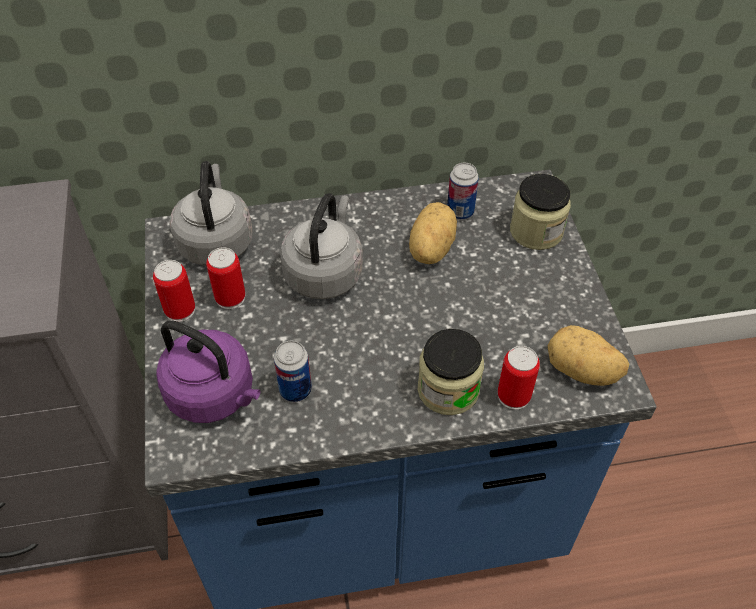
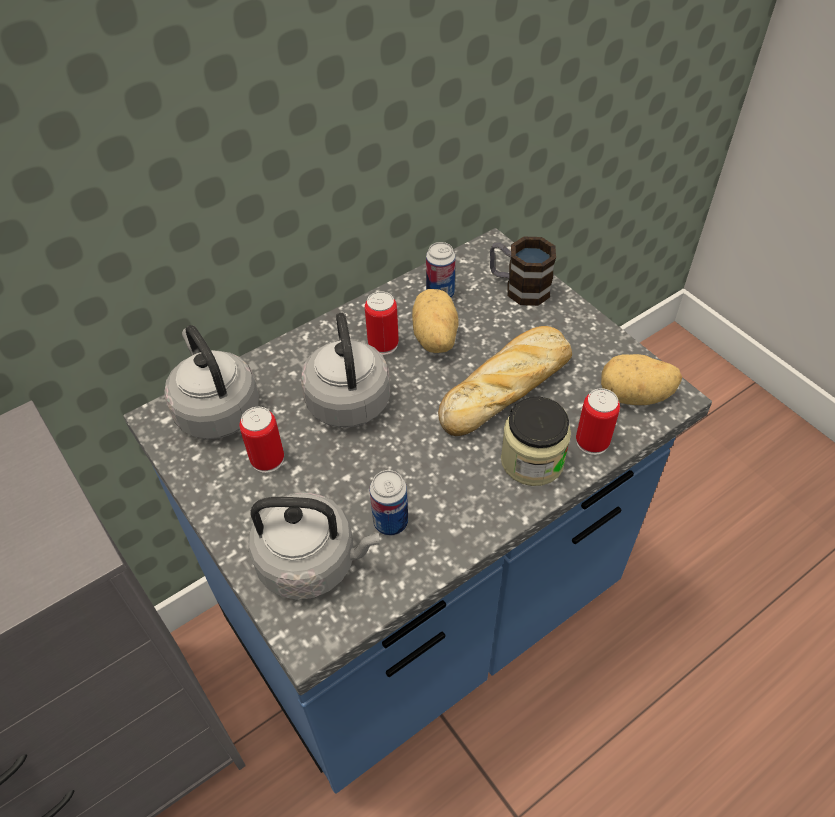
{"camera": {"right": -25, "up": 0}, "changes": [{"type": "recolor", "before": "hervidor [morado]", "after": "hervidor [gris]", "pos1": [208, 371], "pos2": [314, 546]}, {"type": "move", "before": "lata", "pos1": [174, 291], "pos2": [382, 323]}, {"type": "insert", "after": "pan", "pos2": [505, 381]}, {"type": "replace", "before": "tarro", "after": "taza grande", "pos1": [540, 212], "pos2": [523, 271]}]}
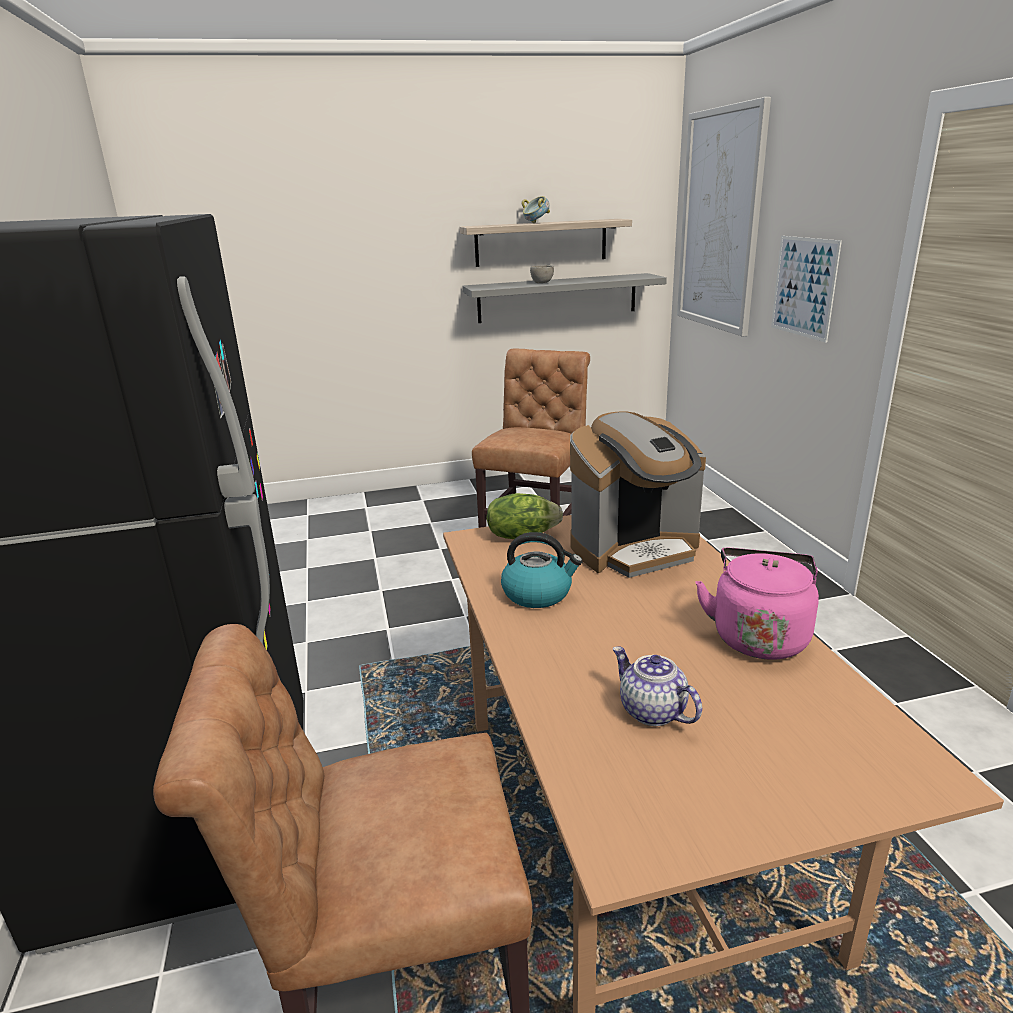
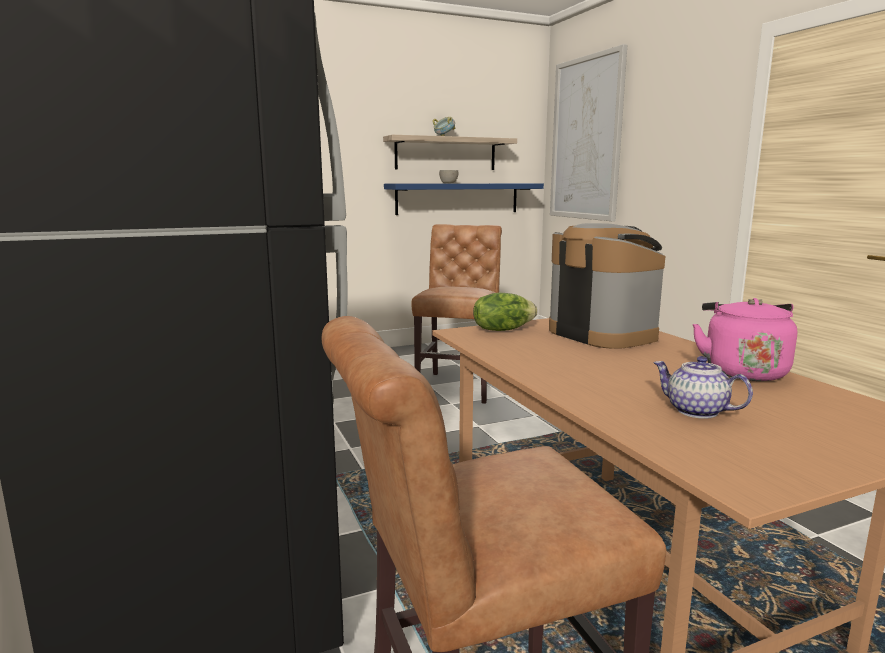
{"camera": {"right": -10, "up": -10}, "changes": [{"type": "recolor", "before": "estante [gris]", "after": "estante [azul]", "pos1": [564, 298], "pos2": [464, 199]}, {"type": "rotate", "before": "cafetera", "pos1": [638, 494], "pos2": [607, 286], "turn": -90}, {"type": "delete", "before": "hervidor", "pos1": [542, 570]}, {"type": "delete", "before": "cuadro", "pos1": [806, 289]}]}
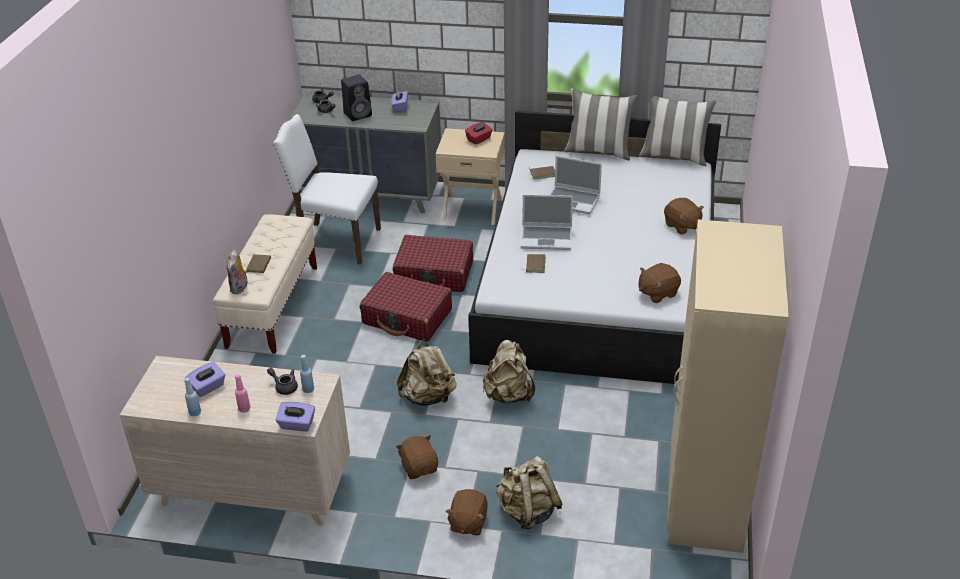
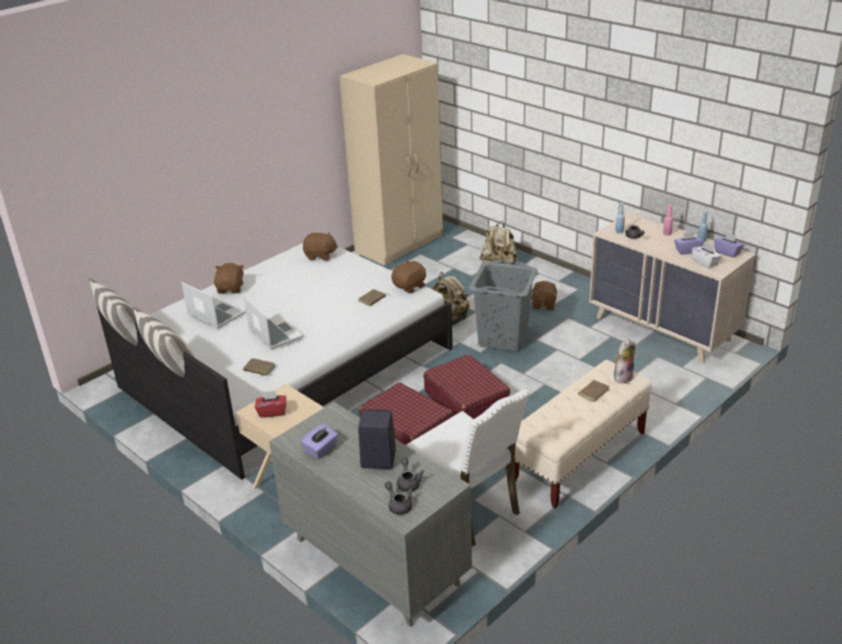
{"camera": {"right": -145, "up": -5}, "changes": [{"type": "move", "before": "portátil", "pos1": [547, 222], "pos2": [213, 305]}, {"type": "move", "before": "peluche [marrón]", "pos1": [466, 512], "pos2": [408, 276]}, {"type": "replace", "before": "mochila [beis]", "after": "cesto de la ropa [gris]", "pos1": [427, 372], "pos2": [503, 306]}, {"type": "insert", "after": "caja de pañuelos [blanco]", "pos2": [707, 255]}, {"type": "move", "before": "caja de pañuelos [morado]", "pos1": [295, 416], "pos2": [729, 245]}]}
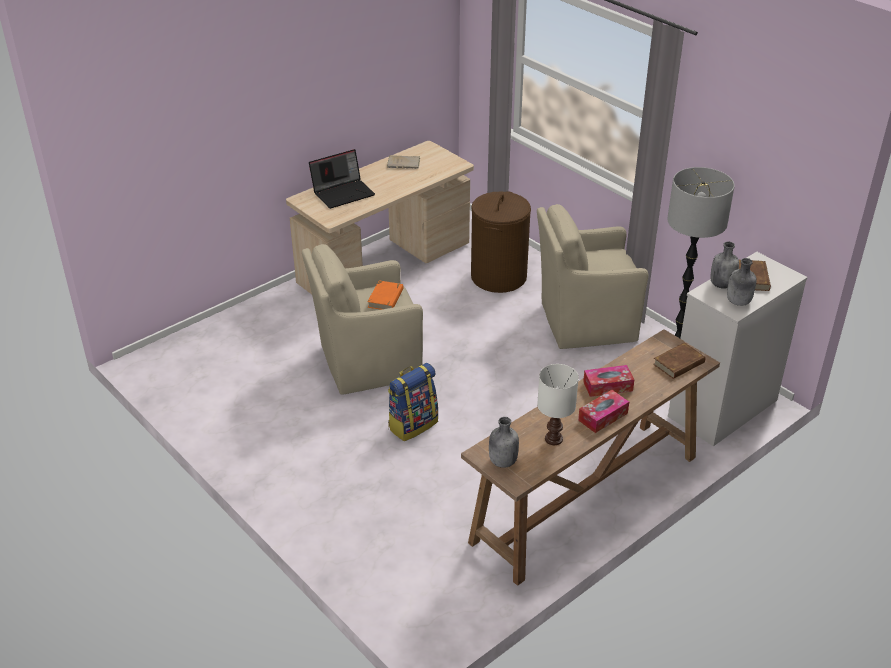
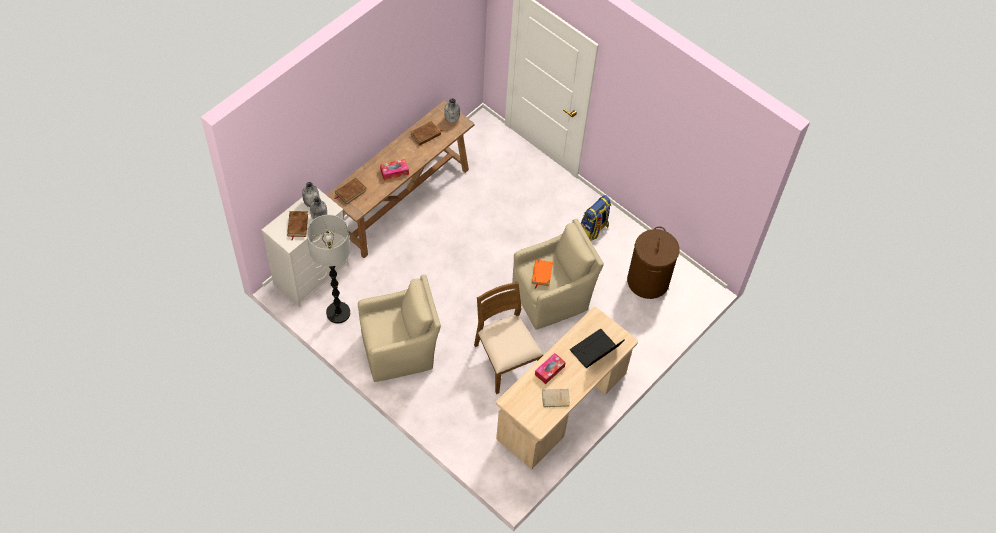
{"camera": {"right": 170, "up": 20}, "changes": [{"type": "replace", "before": "lámpara de mesa [blanco]", "after": "libro [marrón]", "pos1": [558, 404], "pos2": [426, 133]}, {"type": "insert", "after": "silla [marrón]", "pos2": [509, 338]}, {"type": "move", "before": "caja de pañuelos", "pos1": [603, 411], "pos2": [550, 368]}, {"type": "move", "before": "mochila", "pos1": [413, 402], "pos2": [596, 218]}, {"type": "move", "before": "cesto de la ropa [marrón]", "pos1": [501, 242], "pos2": [653, 262]}]}
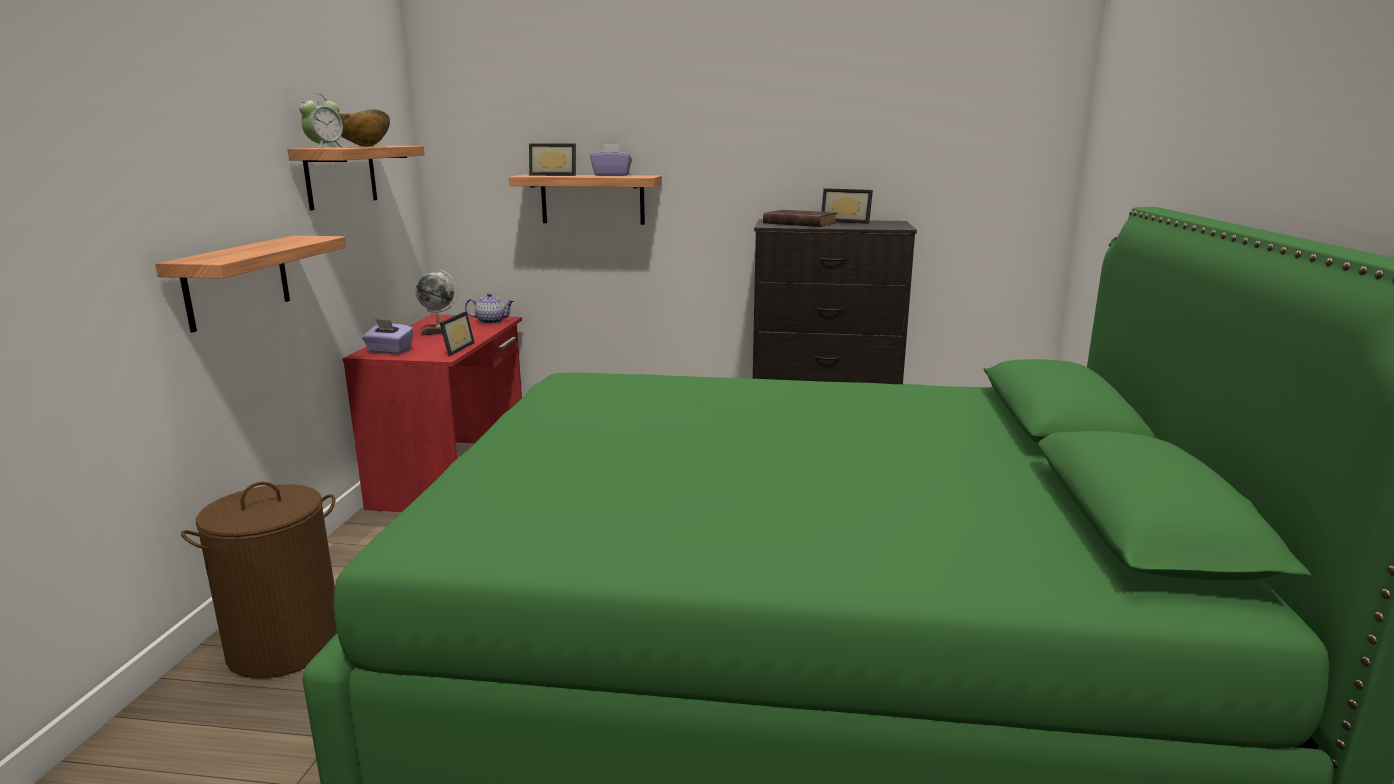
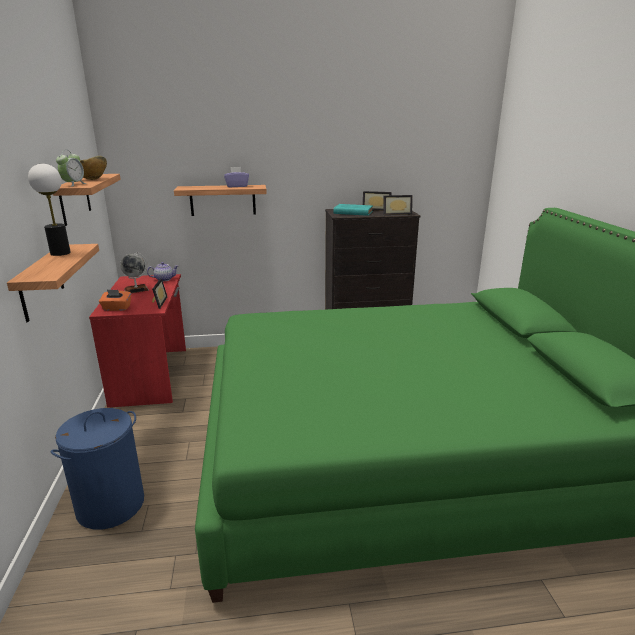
{"camera": {"right": -15, "up": 5}, "changes": [{"type": "insert", "after": "lámpara de mesa", "pos2": [49, 209]}, {"type": "recolor", "before": "cesto de la ropa [marrón]", "after": "cesto de la ropa [azul]", "pos1": [259, 580], "pos2": [97, 469]}, {"type": "recolor", "before": "caja de pañuelos [morado]", "after": "caja de pañuelos [naranja]", "pos1": [388, 336], "pos2": [115, 300]}, {"type": "recolor", "before": "libro [marrón]", "after": "libro [turquesa]", "pos1": [800, 218], "pos2": [353, 210]}, {"type": "move", "before": "portarretratos", "pos1": [552, 159], "pos2": [398, 205]}]}
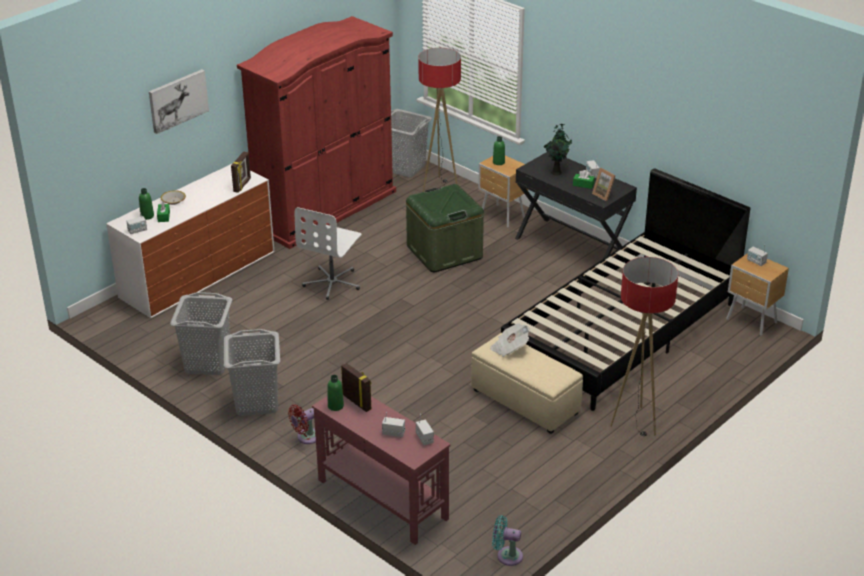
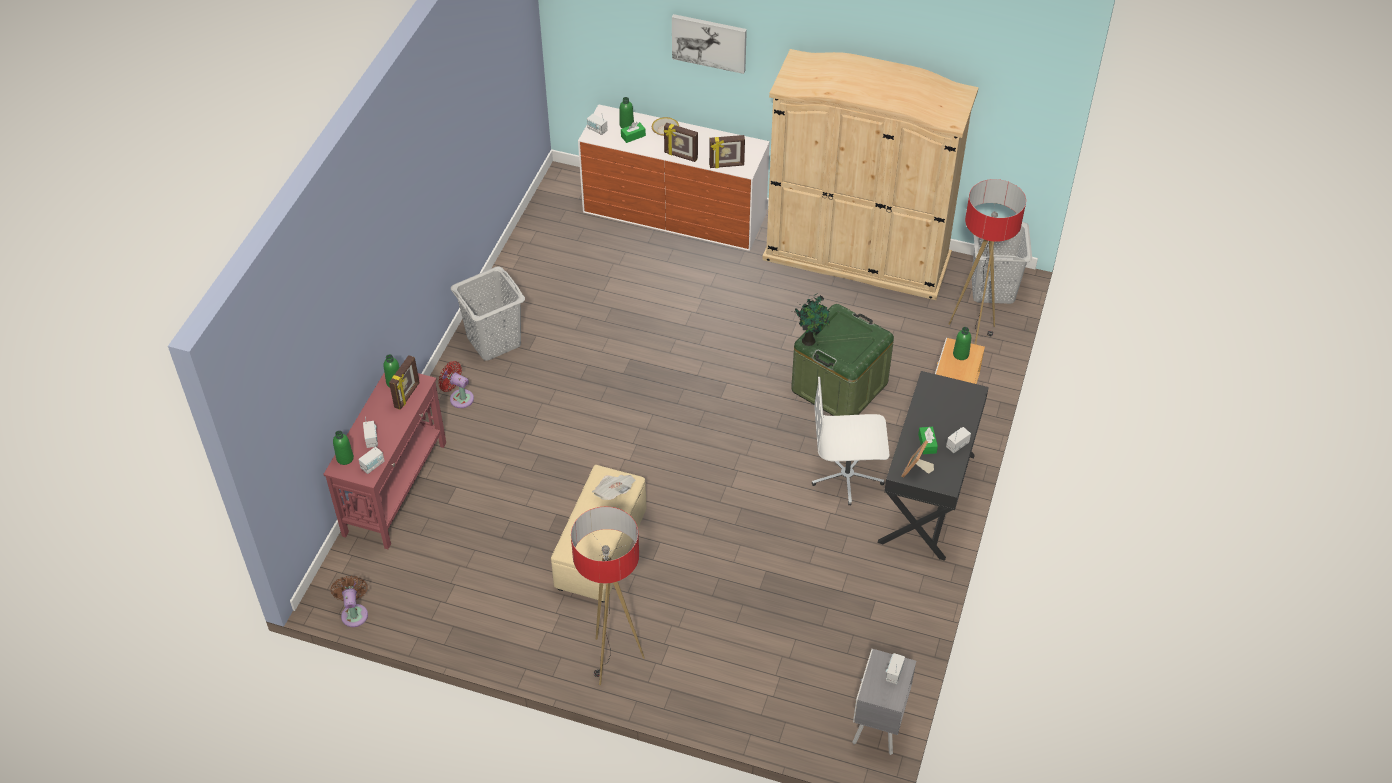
{"camera": {"right": 65, "up": 15}, "changes": [{"type": "recolor", "before": "ventilador [turquesa]", "after": "ventilador [marrón]", "pos1": [507, 540], "pos2": [349, 601]}, {"type": "insert", "after": "botella [verde]", "pos2": [343, 448]}, {"type": "insert", "after": "portarretratos", "pos2": [681, 142]}, {"type": "recolor", "before": "armario ropero [rojo]", "after": "armario ropero [beis]", "pos1": [316, 132], "pos2": [870, 174]}, {"type": "move", "before": "planta en maceta", "pos1": [558, 149], "pos2": [812, 319]}, {"type": "move", "before": "silla de oficina [blanco]", "pos1": [328, 253], "pos2": [850, 441]}, {"type": "recolor", "before": "mesita de noche [marrón]", "after": "mesita de noche [gris]", "pos1": [757, 294], "pos2": [884, 702]}, {"type": "delete", "before": "cesto de la ropa [gris]", "pos1": [201, 333]}, {"type": "delete", "before": "cama [negro]", "pos1": [625, 289]}]}
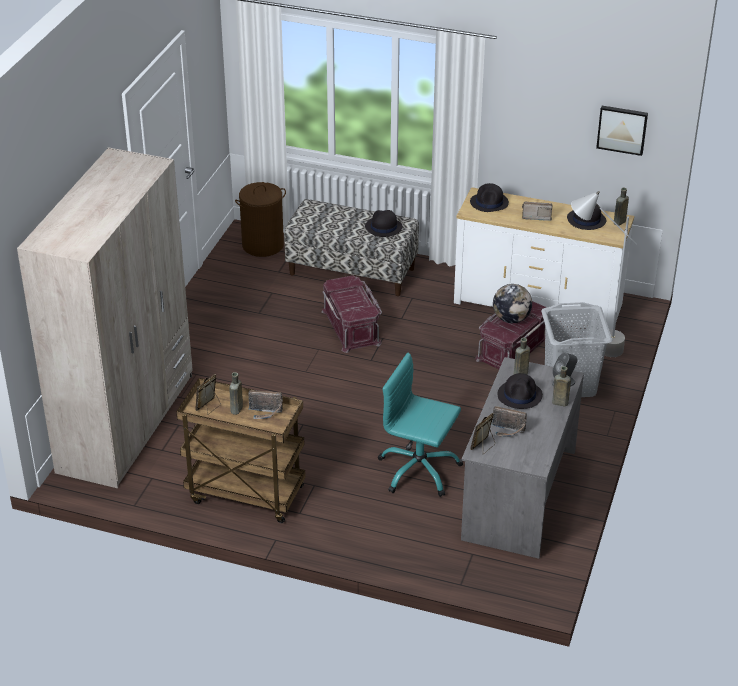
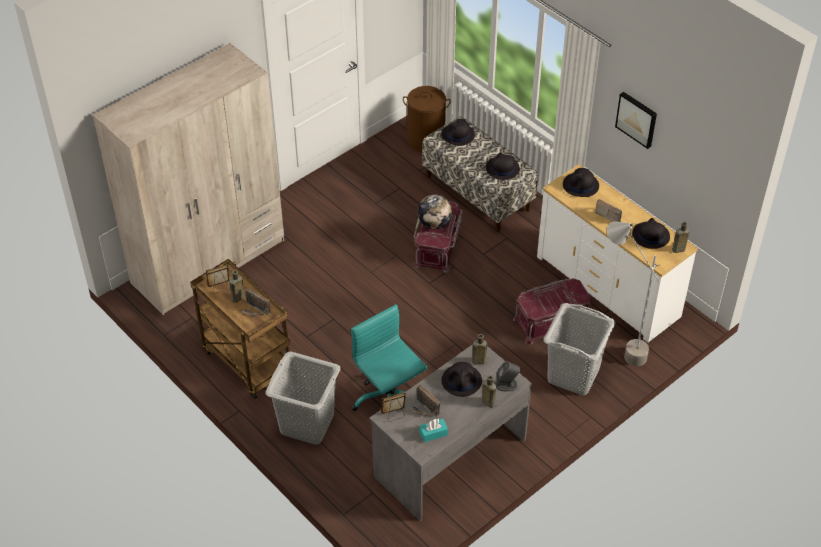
{"camera": {"right": 30, "up": 10}, "changes": [{"type": "insert", "after": "cesto de la ropa [gris]", "pos2": [302, 398]}, {"type": "move", "before": "globo terráqueo", "pos1": [512, 303], "pos2": [434, 211]}, {"type": "insert", "after": "caja de pañuelos [turquesa]", "pos2": [433, 430]}, {"type": "insert", "after": "sombrero [negro]", "pos2": [458, 132]}, {"type": "move", "before": "cuadro", "pos1": [622, 131], "pos2": [636, 120]}]}
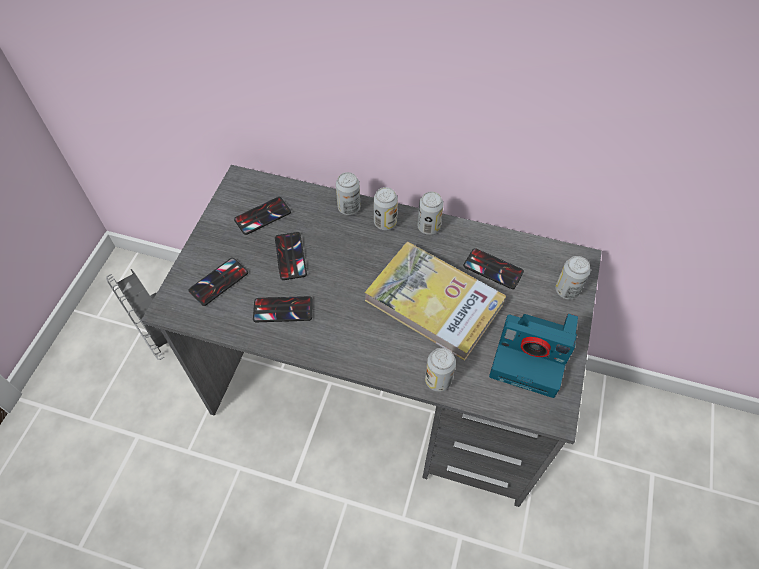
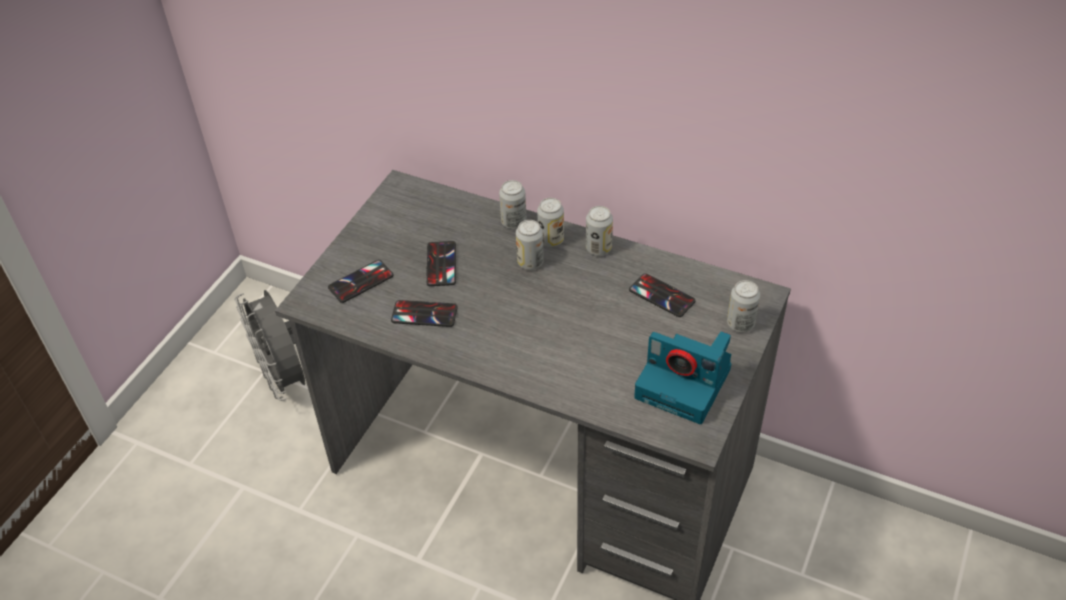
{"camera": {"right": 10, "up": -10}, "changes": [{"type": "move", "before": "lata", "pos1": [440, 370], "pos2": [530, 245]}, {"type": "delete", "before": "móvil", "pos1": [262, 216]}, {"type": "delete", "before": "libro", "pos1": [435, 301]}]}
